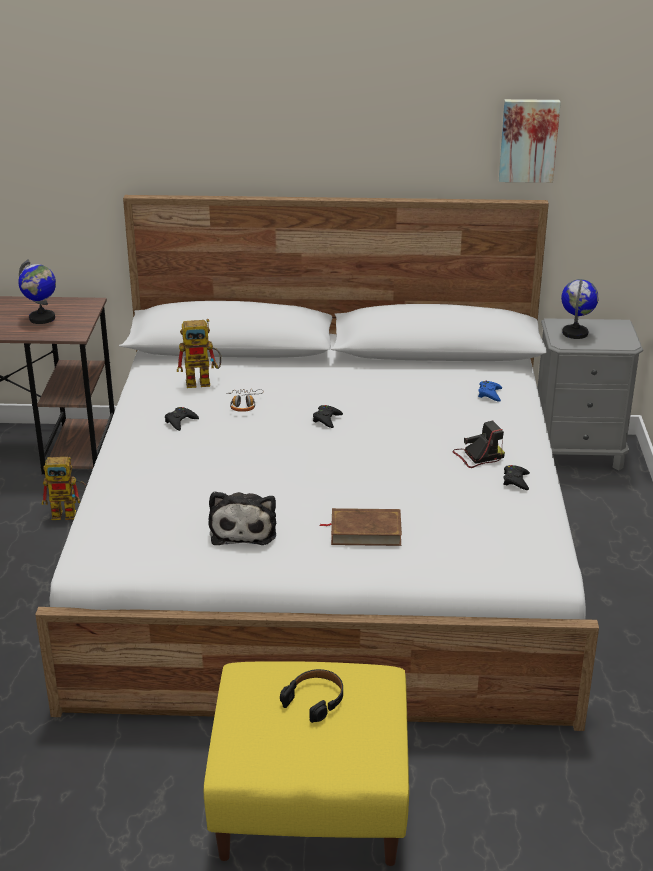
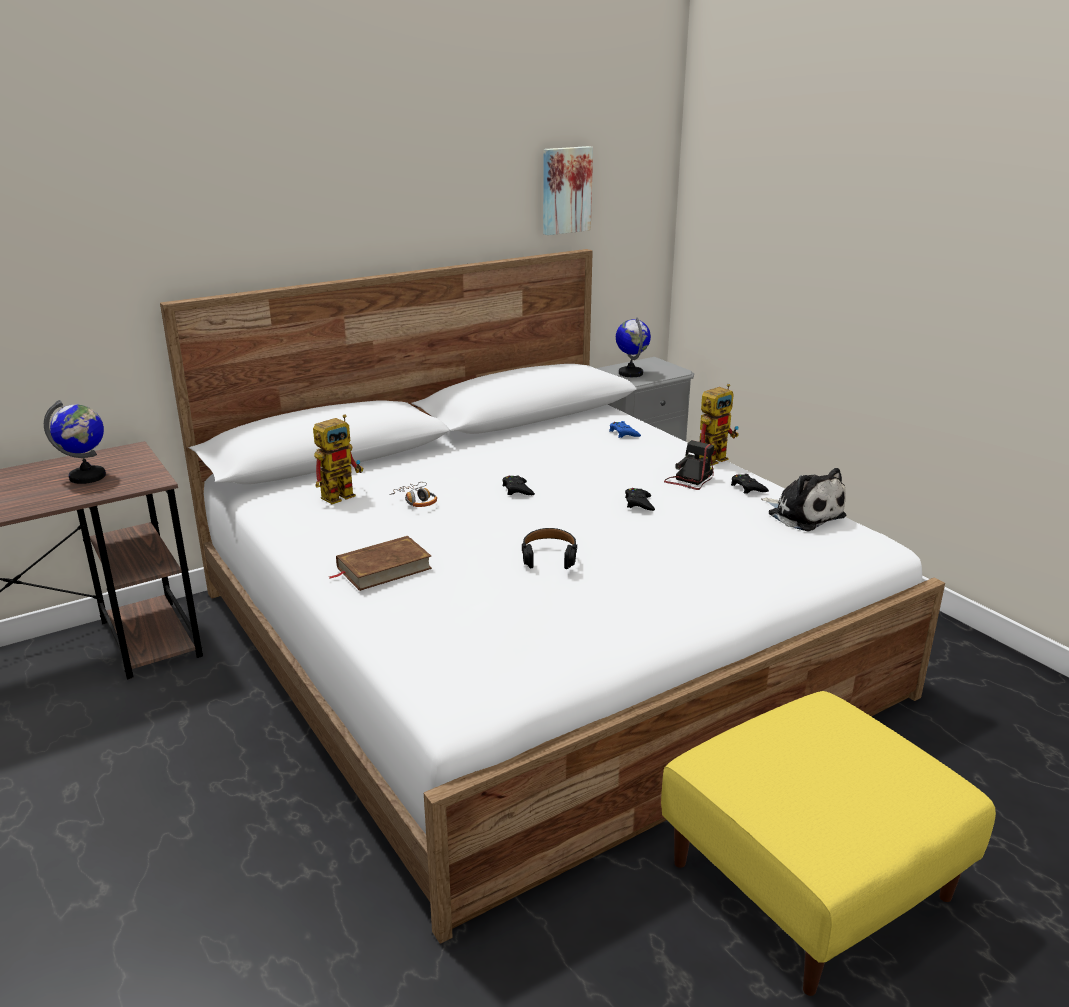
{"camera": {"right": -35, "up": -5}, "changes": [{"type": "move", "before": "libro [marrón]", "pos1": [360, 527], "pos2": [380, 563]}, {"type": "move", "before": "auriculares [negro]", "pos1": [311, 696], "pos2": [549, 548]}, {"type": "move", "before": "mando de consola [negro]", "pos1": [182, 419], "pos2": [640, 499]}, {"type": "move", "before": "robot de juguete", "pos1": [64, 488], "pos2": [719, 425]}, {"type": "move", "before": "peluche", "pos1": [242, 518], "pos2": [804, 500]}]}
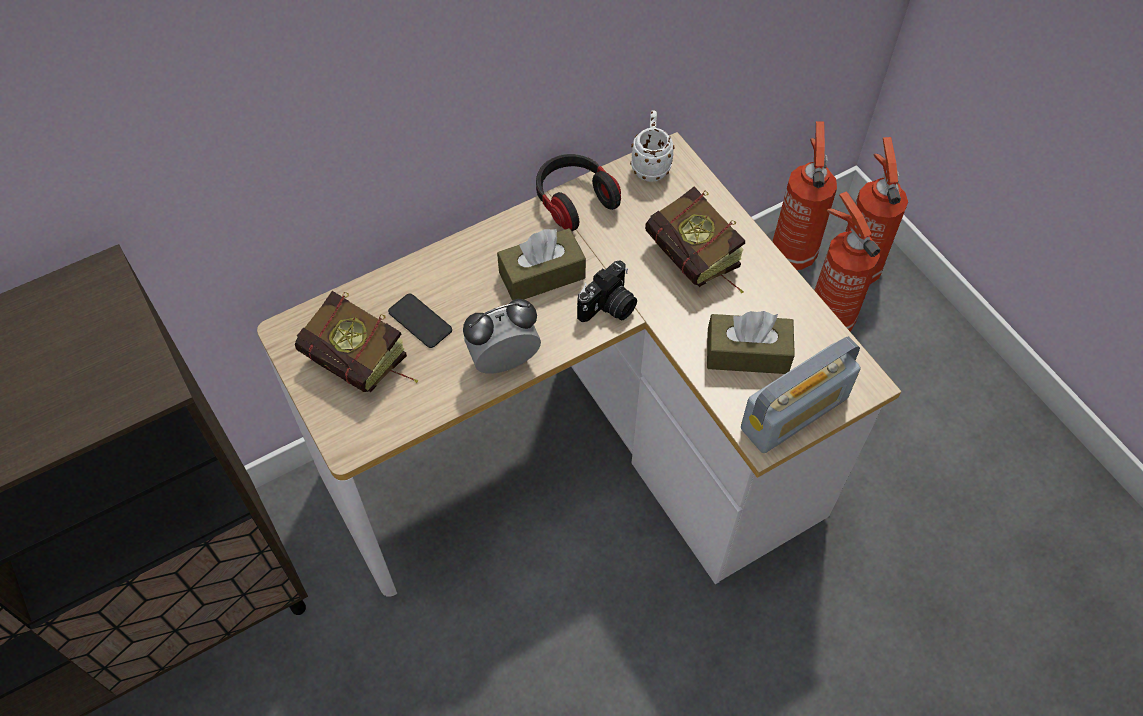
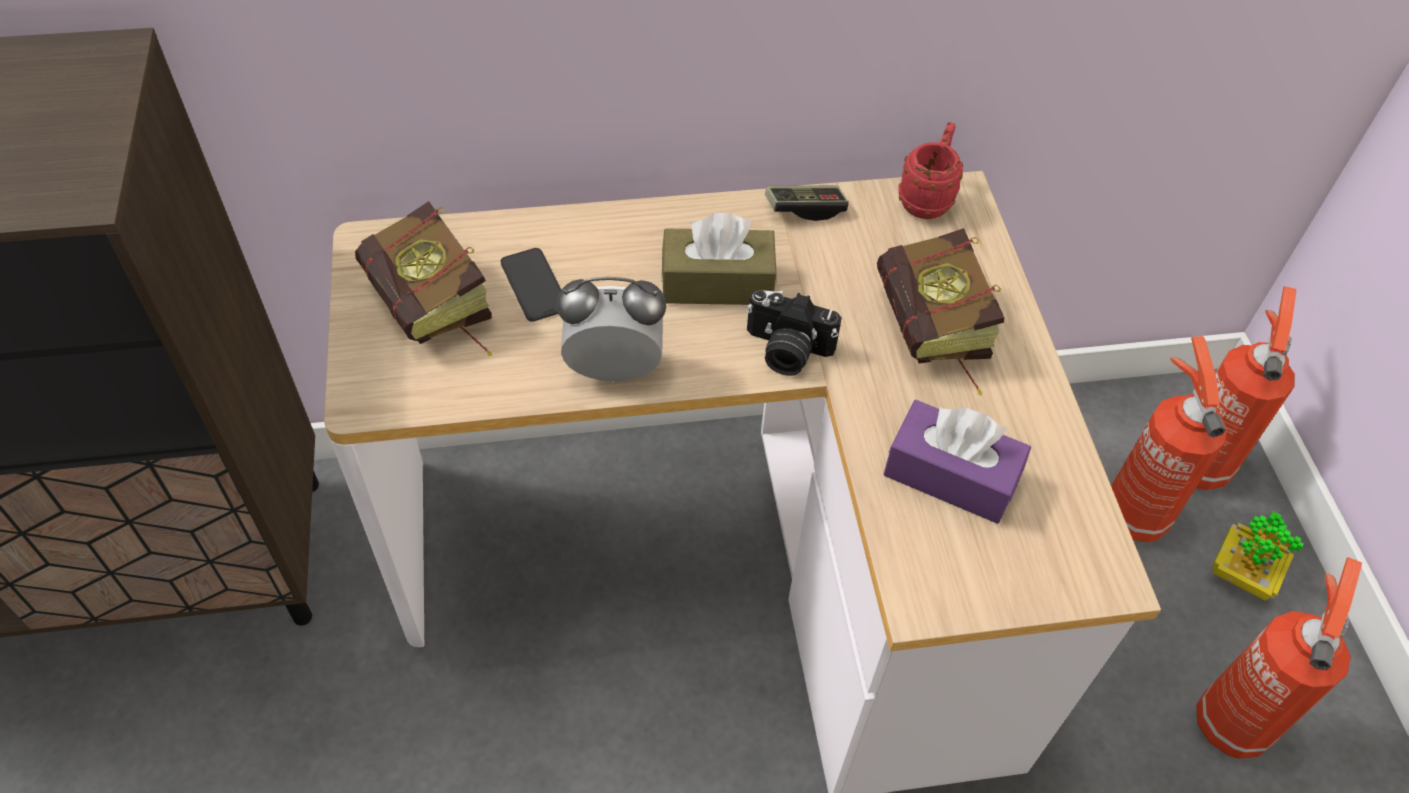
{"camera": {"right": 20, "up": -5}, "changes": [{"type": "rotate", "before": "cámara", "pos1": [607, 291], "pos2": [794, 333], "turn": 45}, {"type": "replace", "before": "auriculares", "after": "mando de consola", "pos1": [578, 192], "pos2": [807, 203]}, {"type": "recolor", "before": "caja de pañuelos [marrón]", "after": "caja de pañuelos [morado]", "pos1": [751, 342], "pos2": [957, 462]}, {"type": "recolor", "before": "taza grande [blanco]", "after": "taza grande [rojo]", "pos1": [652, 146], "pos2": [930, 170]}, {"type": "move", "before": "extintor", "pos1": [804, 195], "pos2": [1279, 658]}, {"type": "insert", "after": "planta en maceta", "pos2": [1258, 556]}, {"type": "delete", "before": "radio", "pos1": [801, 394]}]}
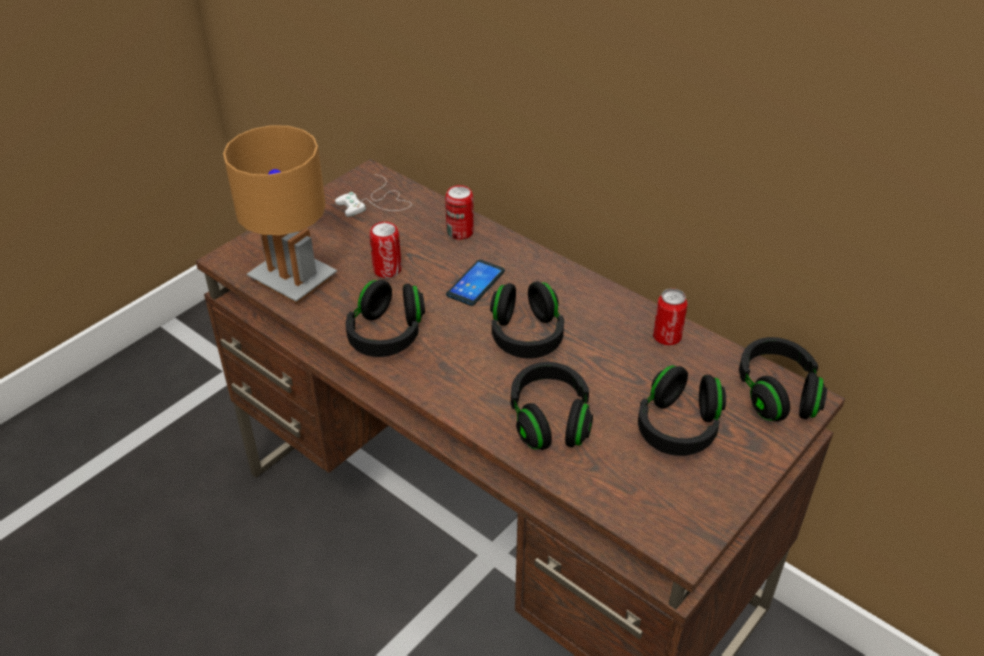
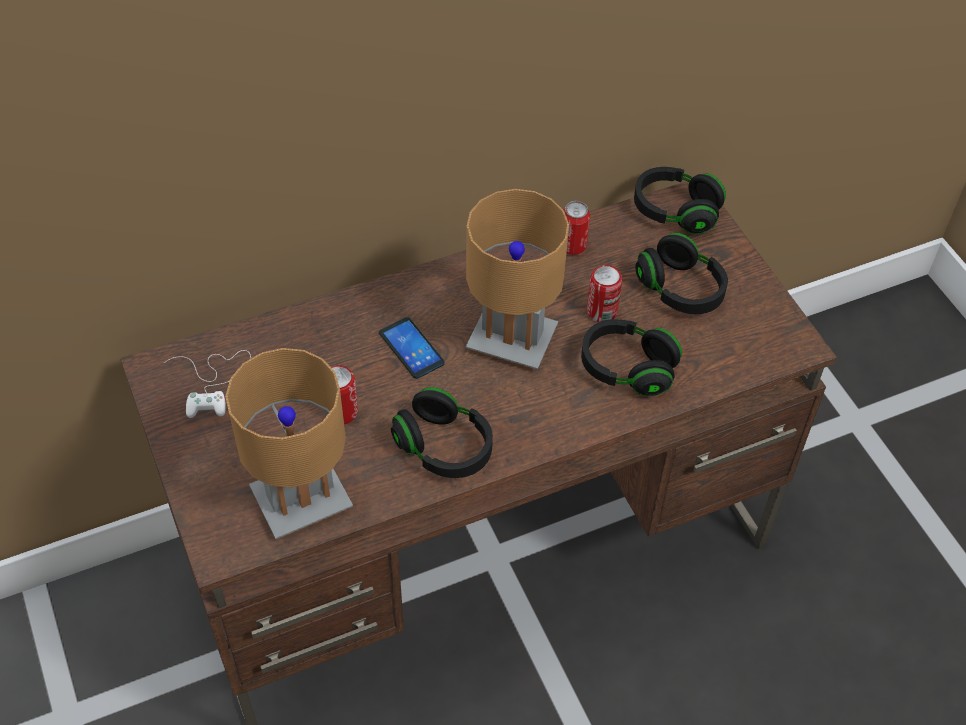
{"camera": {"right": -65, "up": 10}, "changes": [{"type": "replace", "before": "auriculares [negro]", "after": "lámpara de mesa [marrón]", "pos1": [527, 320], "pos2": [517, 279]}, {"type": "move", "before": "lata", "pos1": [459, 212], "pos2": [604, 293]}]}
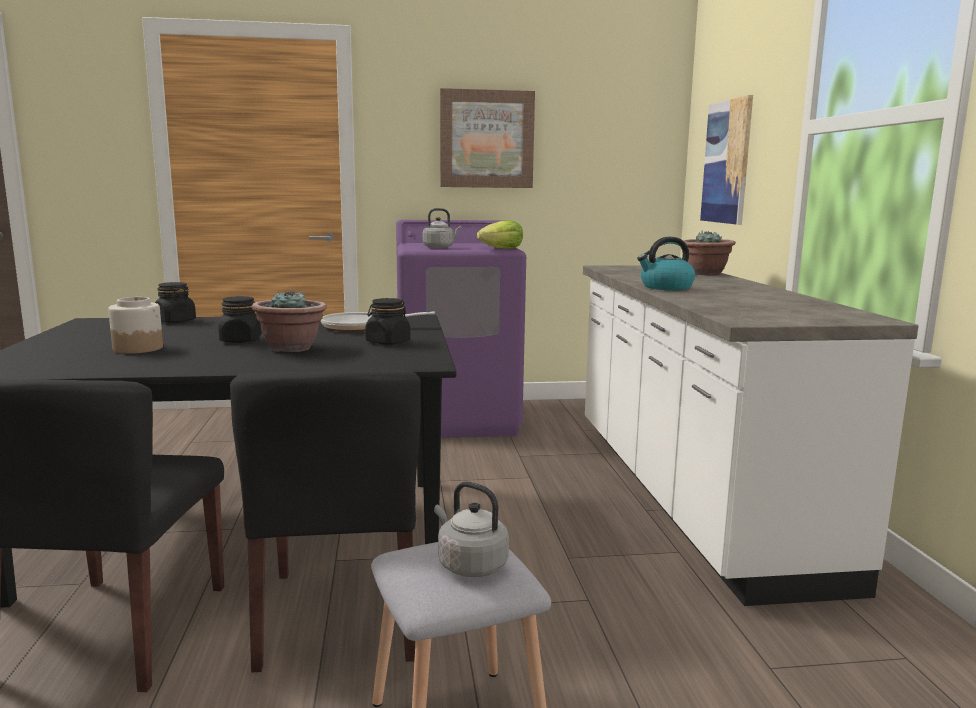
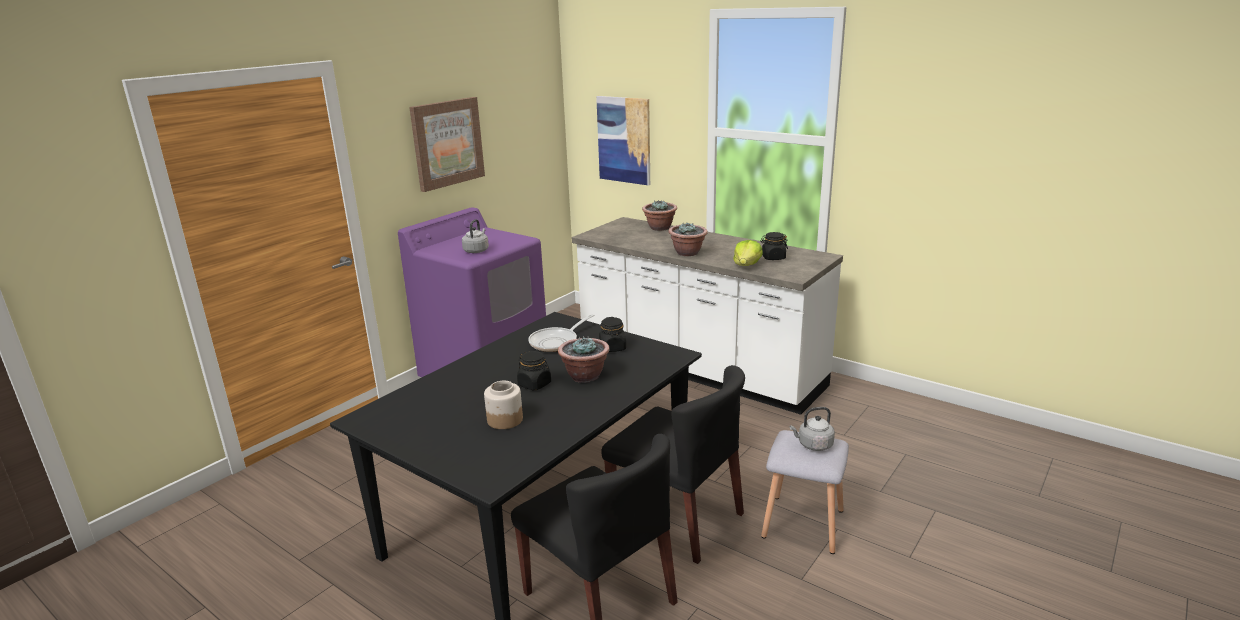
{"camera": {"right": -45, "up": 10}, "changes": [{"type": "replace", "before": "hervidor", "after": "planta en maceta", "pos1": [666, 263], "pos2": [688, 239]}, {"type": "move", "before": "lechuga", "pos1": [500, 234], "pos2": [748, 253]}, {"type": "move", "before": "tarro [negro]", "pos1": [175, 302], "pos2": [774, 246]}]}
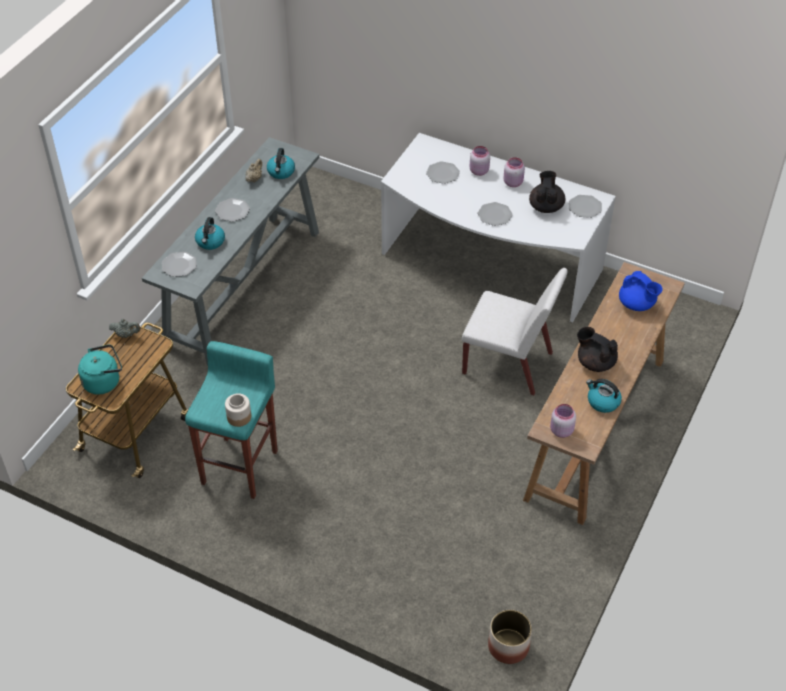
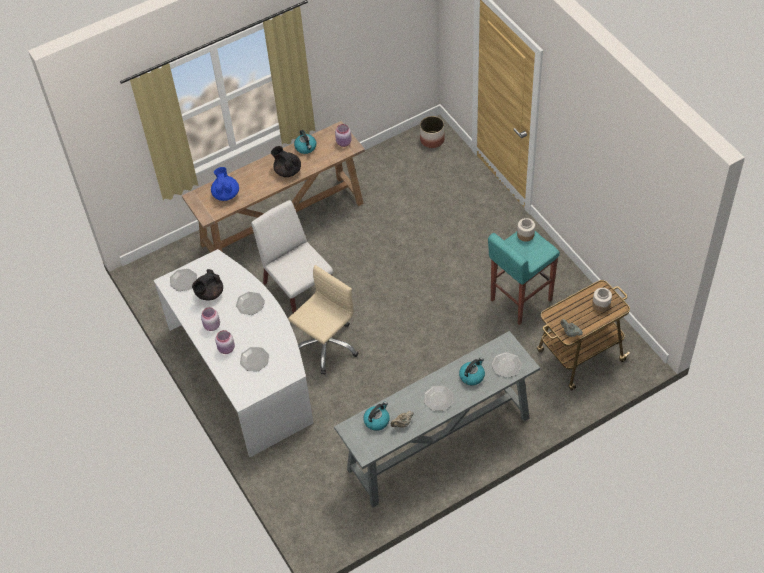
{"camera": {"right": -145, "up": 5}, "changes": [{"type": "rotate", "before": "tetera [negro]", "pos1": [597, 349], "pos2": [286, 161], "turn": 150}, {"type": "insert", "after": "silla de oficina [beis]", "pos2": [323, 319]}, {"type": "replace", "before": "hervidor [turquesa]", "after": "tarro", "pos1": [100, 369], "pos2": [602, 300]}]}
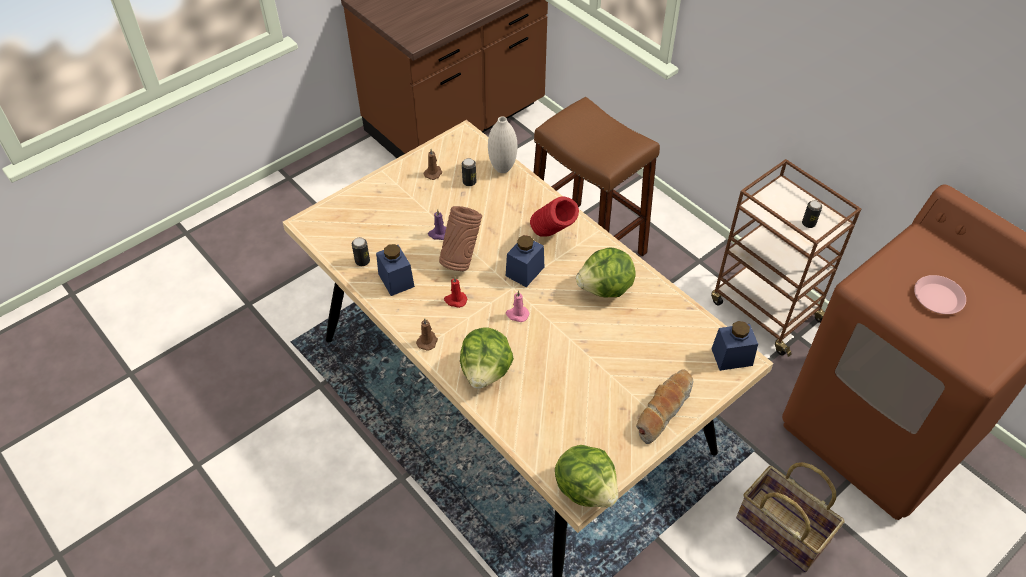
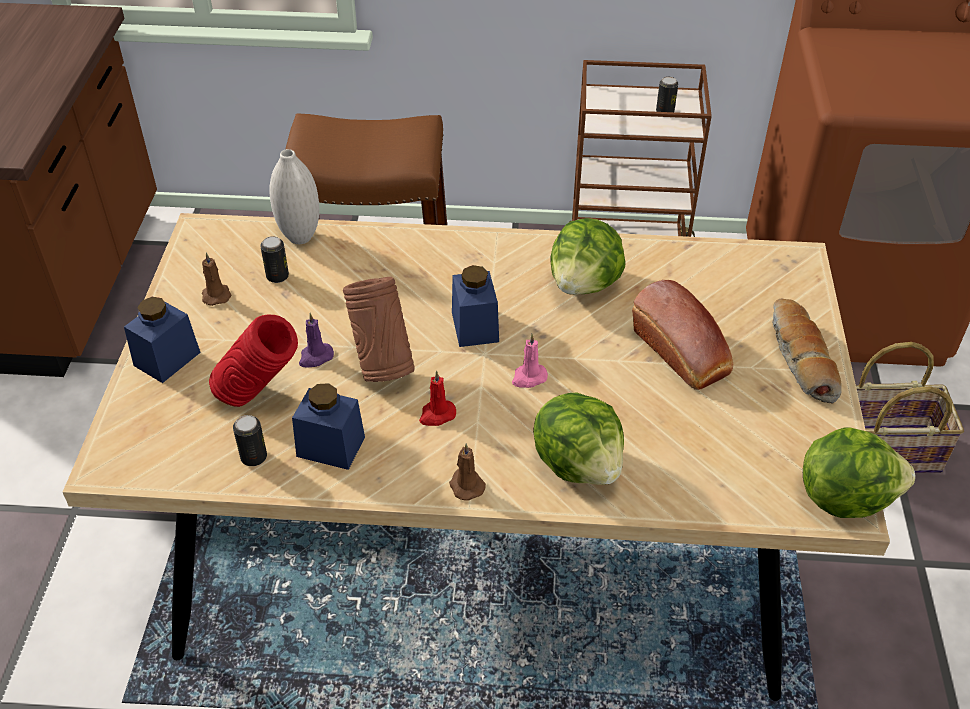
{"camera": {"right": -45, "up": -5}, "changes": [{"type": "move", "before": "tarro [azul]", "pos1": [734, 346], "pos2": [162, 340]}, {"type": "move", "before": "florero [rojo]", "pos1": [554, 216], "pos2": [253, 361]}, {"type": "insert", "after": "pan", "pos2": [682, 335]}, {"type": "delete", "before": "plato [rosa]", "pos1": [940, 294]}]}
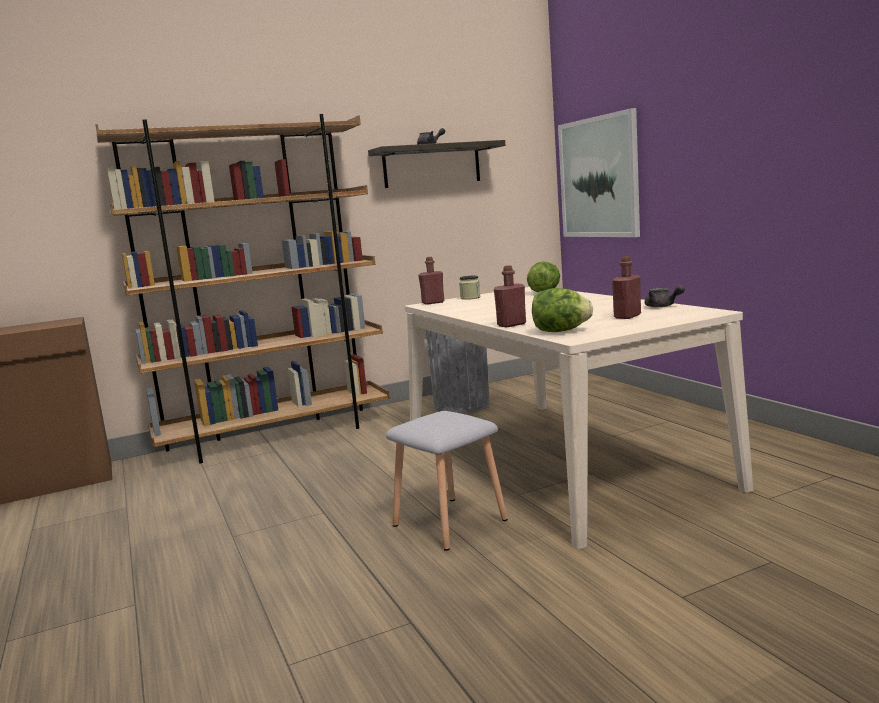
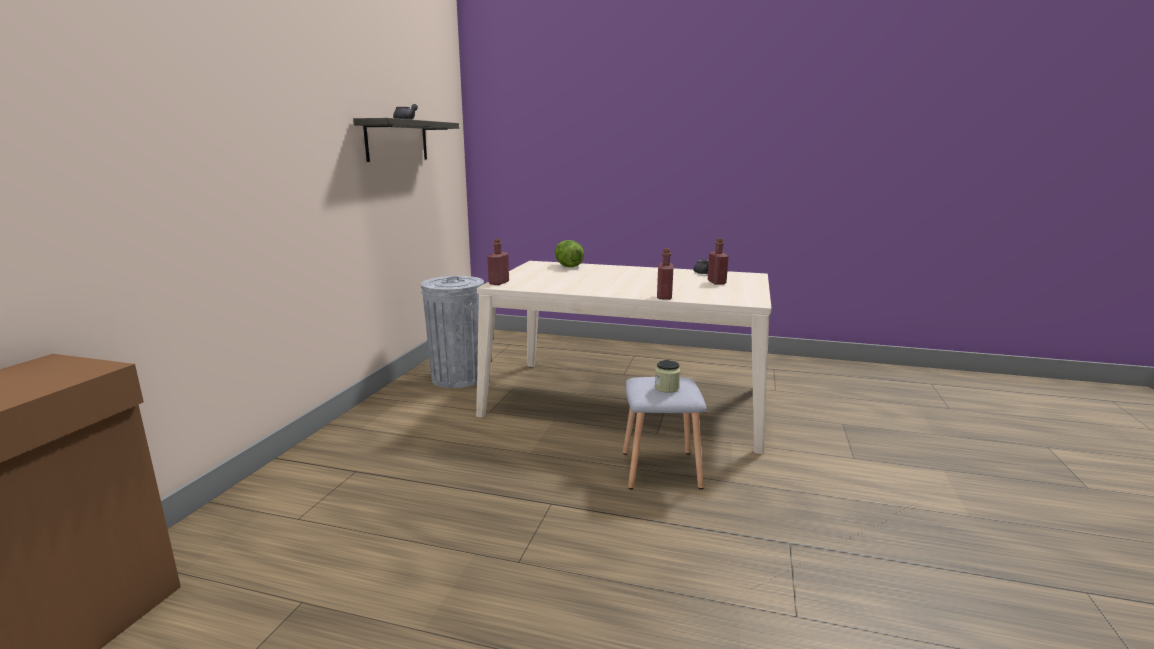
{"camera": {"right": -50, "up": 5}, "changes": [{"type": "move", "before": "tarro", "pos1": [470, 287], "pos2": [667, 376]}, {"type": "delete", "before": "estantería [marrón]", "pos1": [242, 289]}, {"type": "delete", "before": "lechuga", "pos1": [562, 310]}, {"type": "delete", "before": "cuadro", "pos1": [599, 172]}]}
